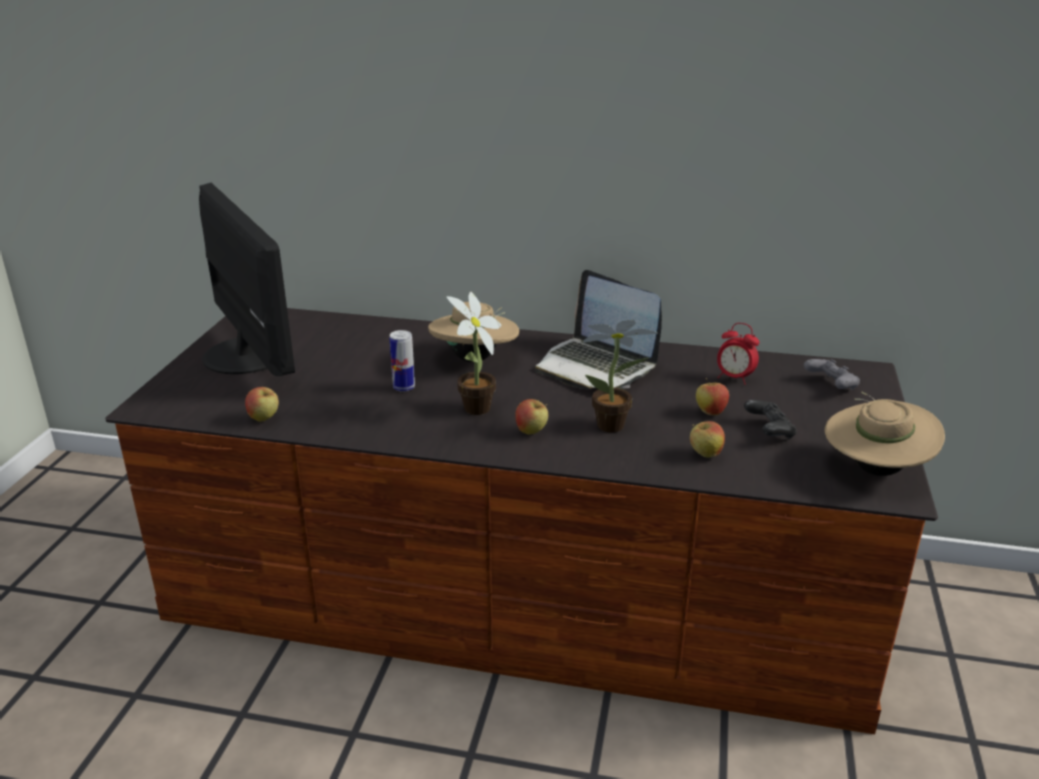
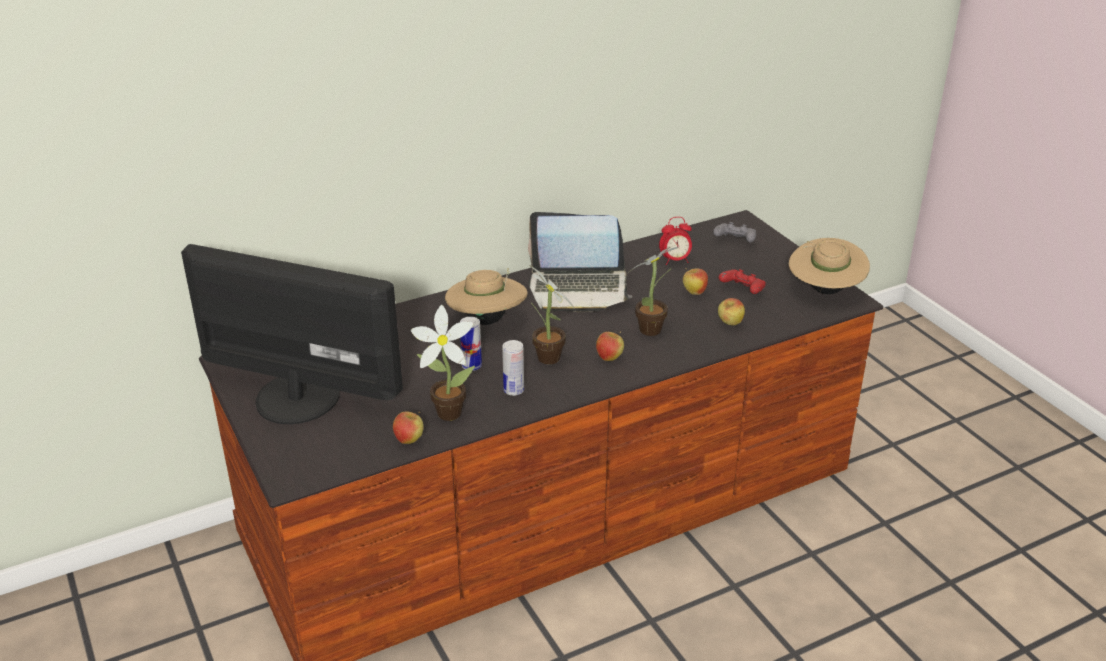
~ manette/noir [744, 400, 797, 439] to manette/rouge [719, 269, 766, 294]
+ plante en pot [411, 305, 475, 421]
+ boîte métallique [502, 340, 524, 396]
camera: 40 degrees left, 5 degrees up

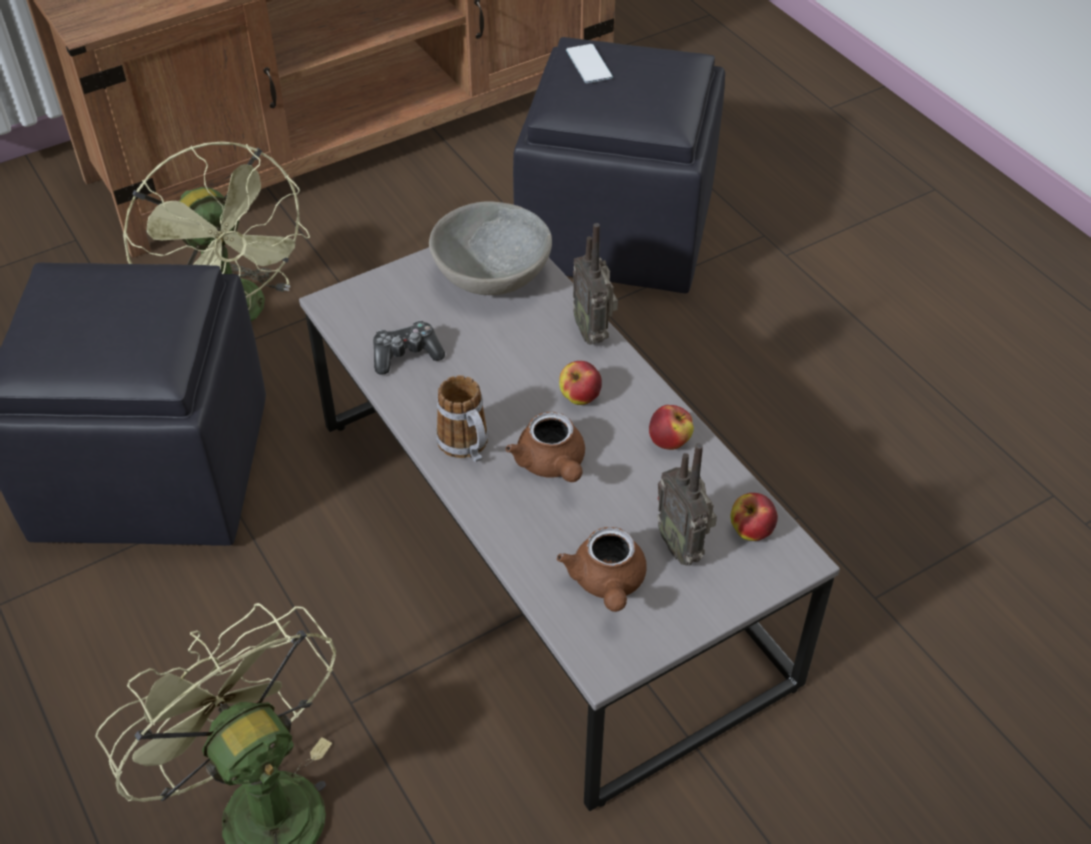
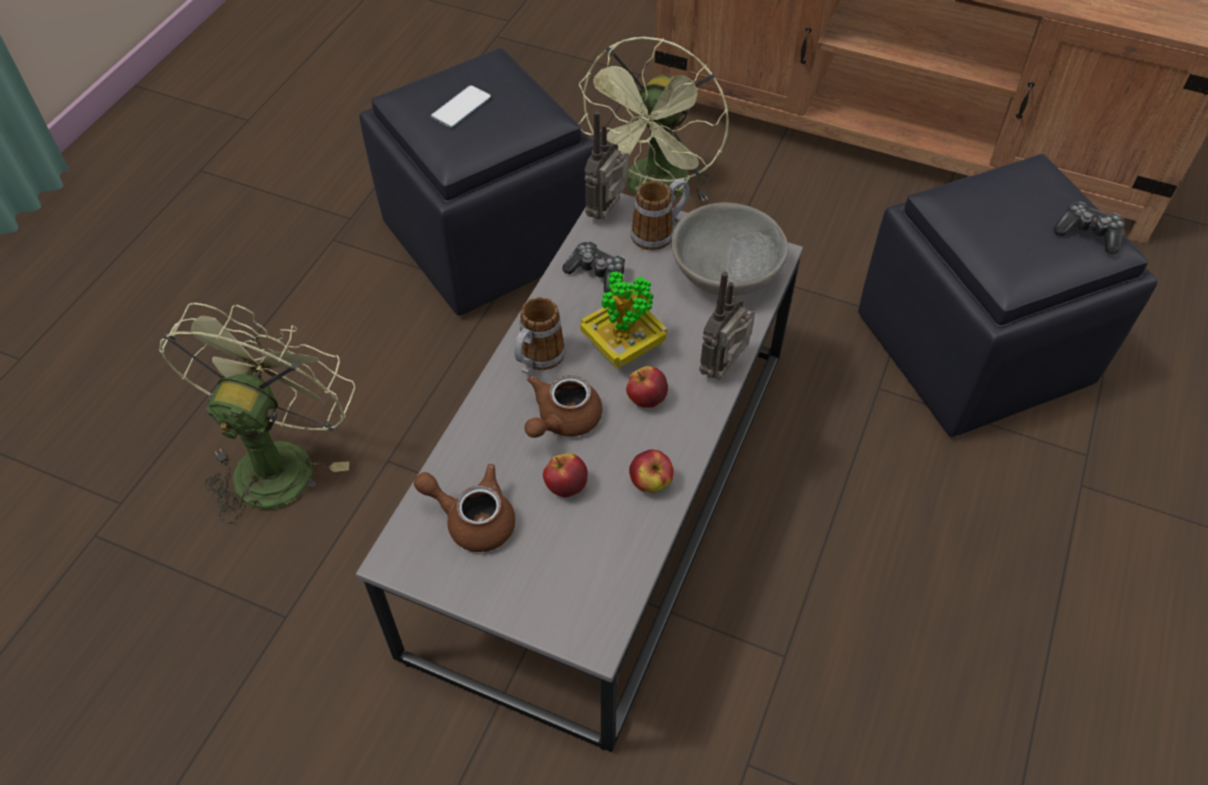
~ théière/marron [557, 527, 647, 612] = [414, 464, 515, 552] 60 degrees clockwise
~ téléphone [566, 44, 613, 83] to [430, 85, 491, 128]
~ radio [657, 443, 717, 566] to [585, 111, 629, 220]
~ pomme [731, 493, 778, 541] to [543, 453, 588, 497]
+ plante en pot [580, 271, 667, 369]
+ mug [630, 179, 690, 250]
+ manette [1054, 202, 1125, 254]
camera: 55 degrees right, 5 degrees up

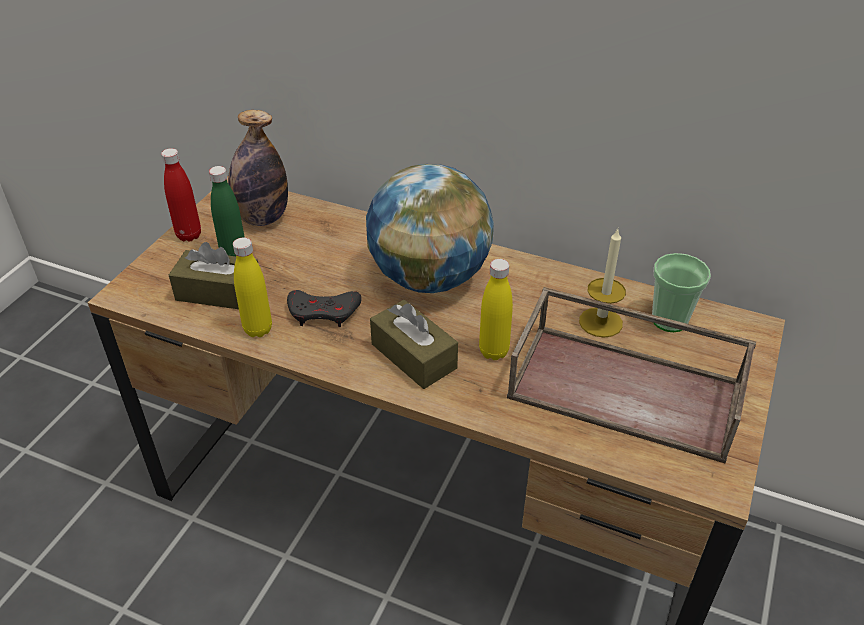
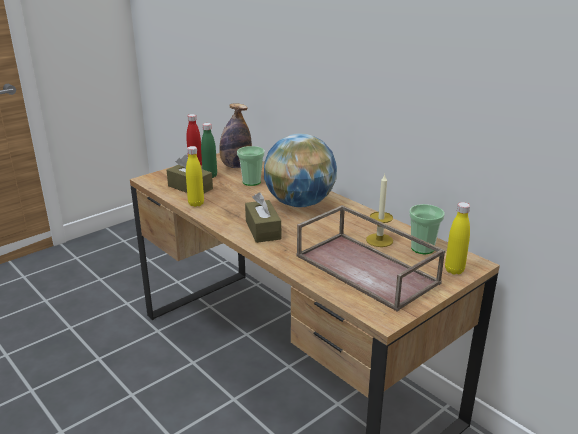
- manette/gris [287, 290, 362, 327]
~ bouteille/jaune [479, 259, 513, 360] to [445, 202, 470, 275]
+ tasse [237, 146, 265, 186]
camera: 25 degrees right, 15 degrees down

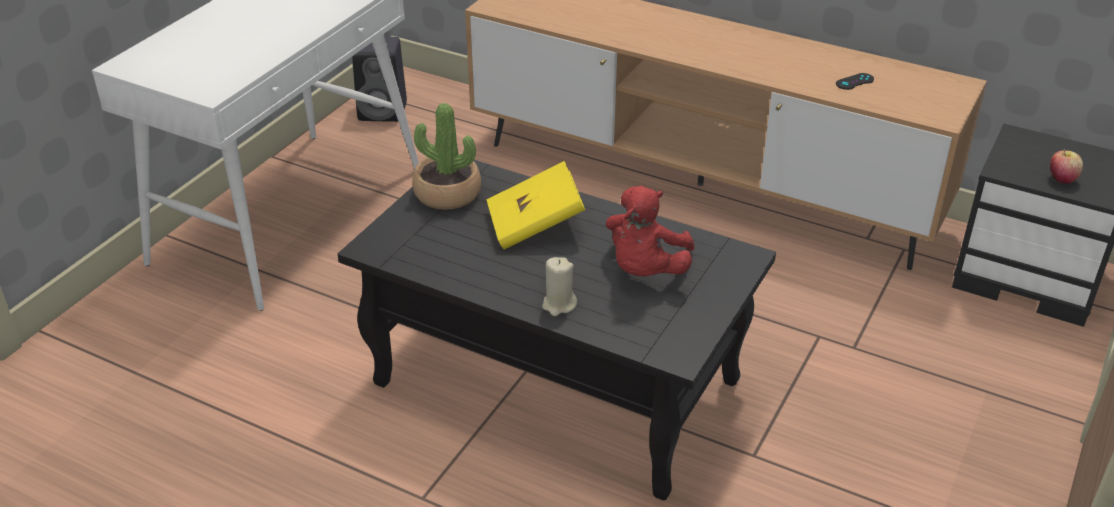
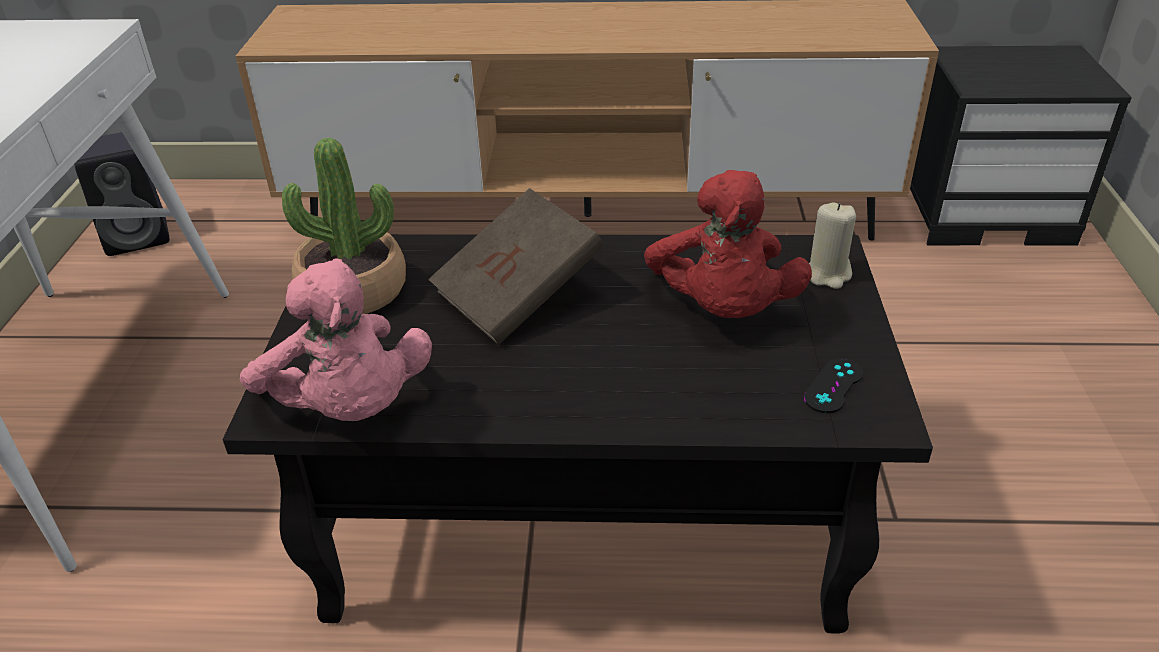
~ livre/jaune [487, 161, 585, 250] to livre/marron [428, 188, 604, 345]
~ bougie/beige [542, 257, 577, 316] to [809, 203, 856, 289]
~ manette/noir [836, 73, 874, 90] to [804, 358, 864, 413]
- pomme [1050, 149, 1083, 184]
+ peluche/rose [240, 258, 432, 421]
camera: 25 degrees left, 0 degrees up

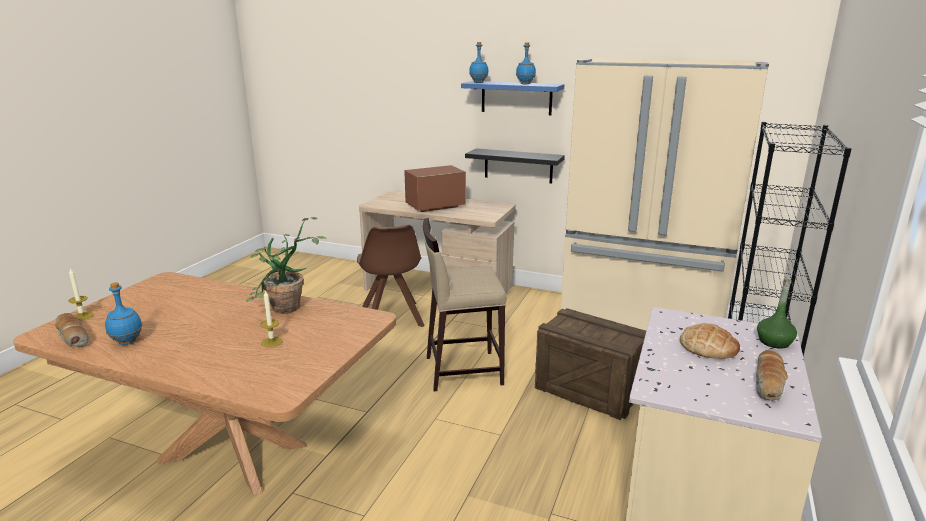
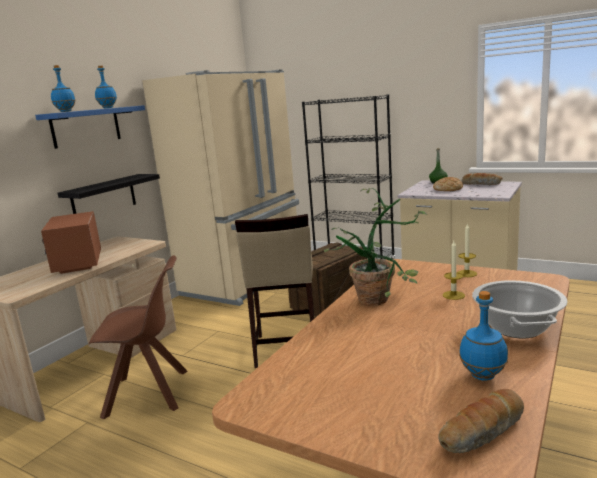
~ bougie [68, 268, 93, 321] to [457, 223, 477, 277]
+ marmite [472, 280, 568, 338]
camera: 80 degrees left, 5 degrees down

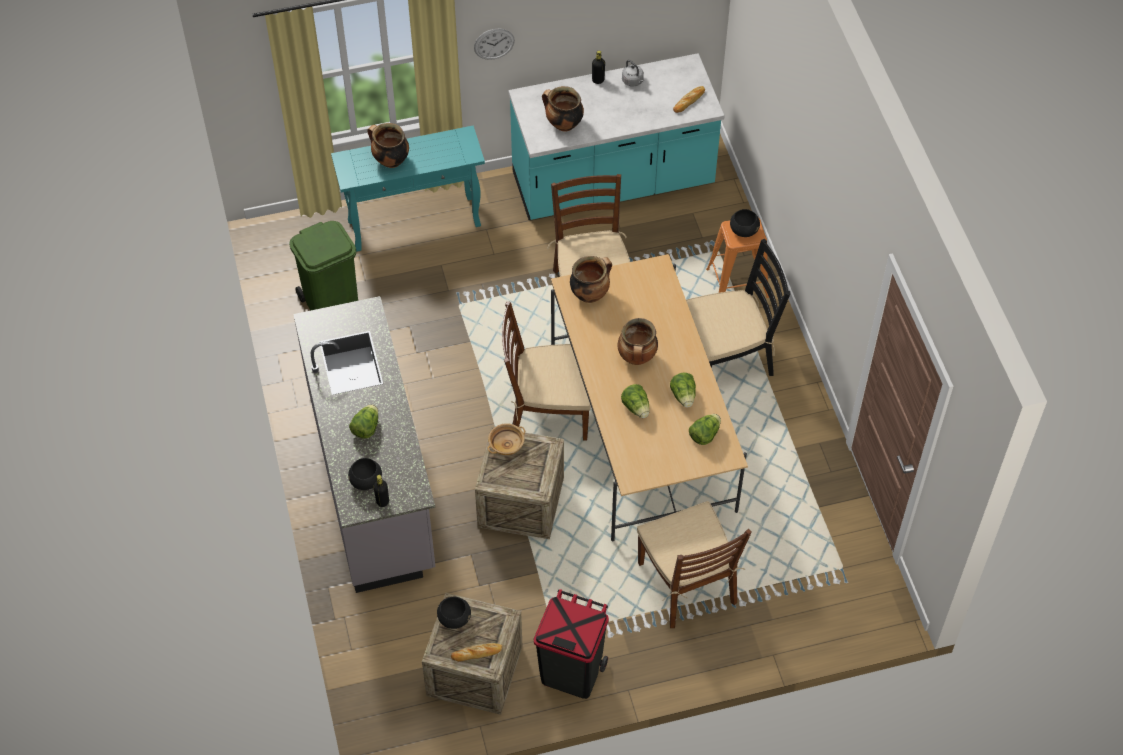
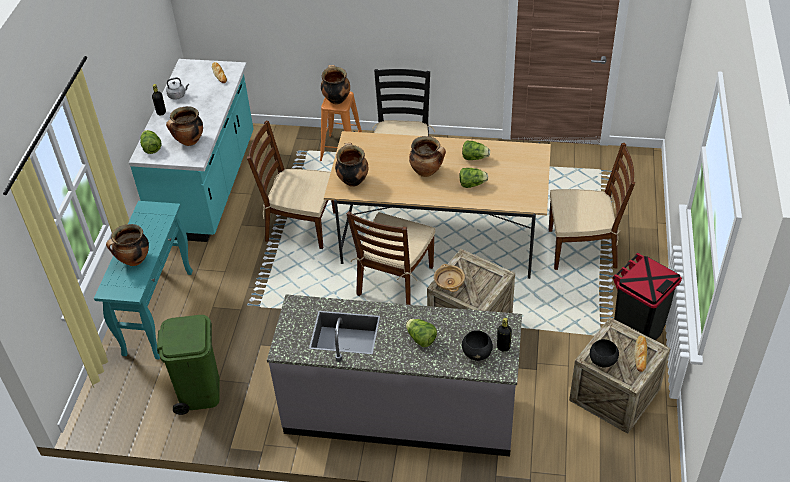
- horloge murale [474, 29, 515, 60]
~ laitue [689, 414, 721, 445] to [140, 130, 161, 154]
~ bol/noir [730, 209, 760, 237] to marmite [321, 65, 350, 104]
camera: 65 degrees left, 10 degrees down

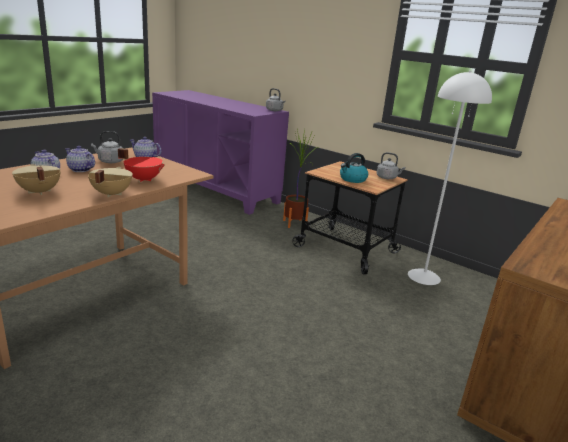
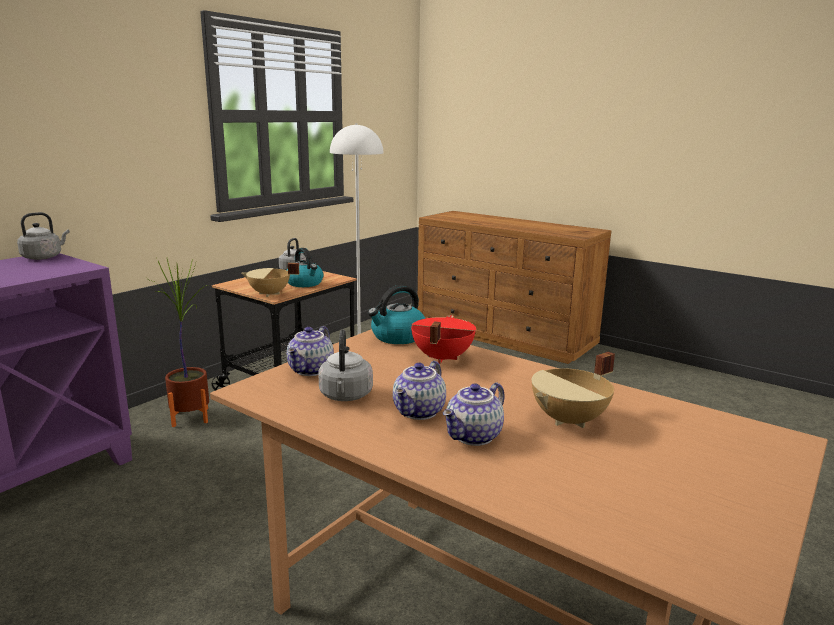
~ marmite/beige [88, 167, 133, 198] to [242, 263, 300, 297]
+ bouilloire [368, 285, 426, 344]
camera: 90 degrees left, 5 degrees down

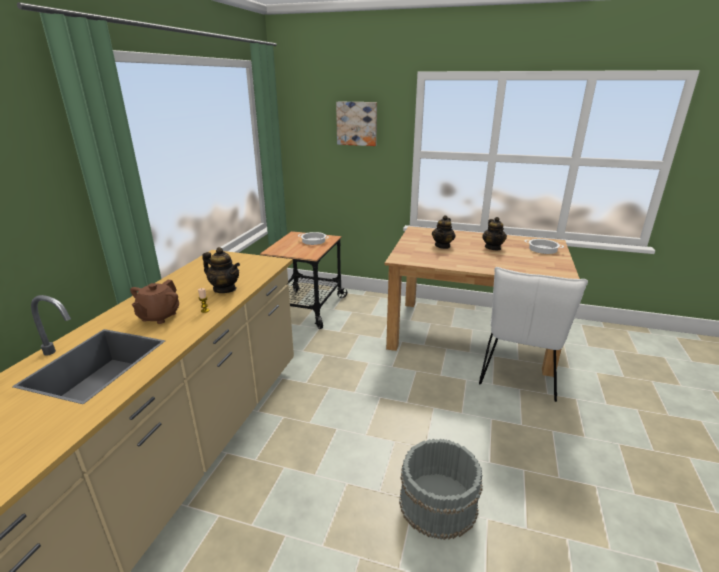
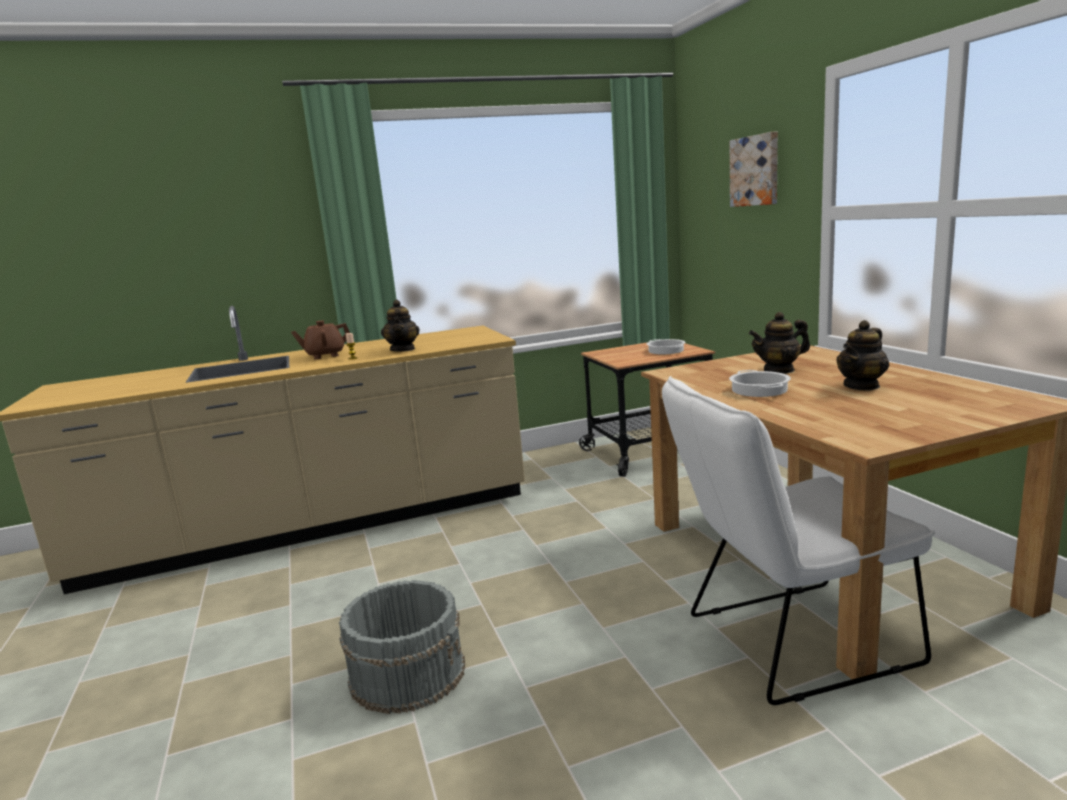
~ marmite [525, 239, 564, 254] to [729, 370, 791, 397]
camera: 55 degrees right, 10 degrees down

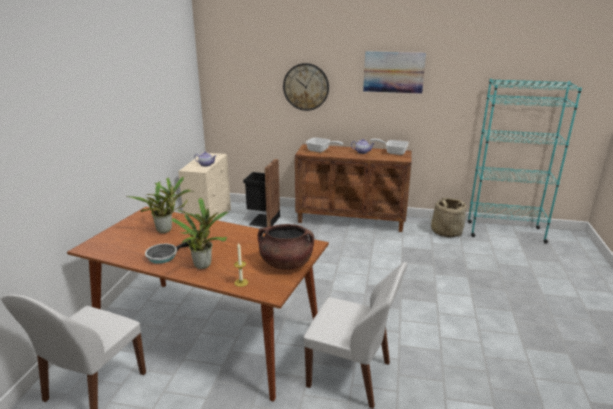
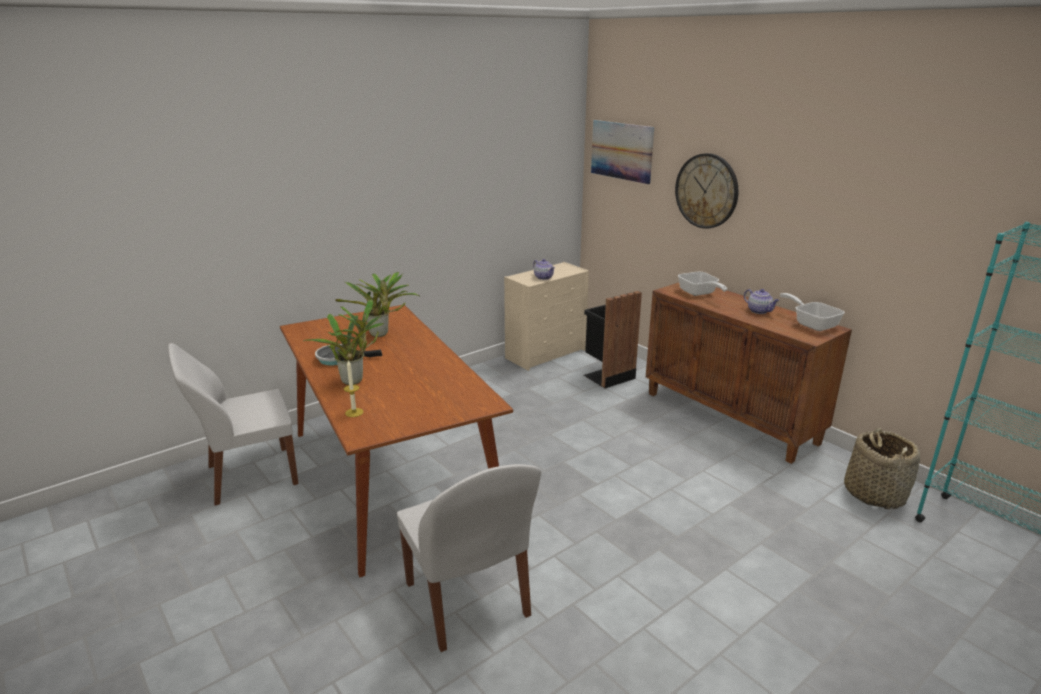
- marmite/marron [258, 224, 314, 270]
~ tableau [363, 51, 426, 94] to [591, 120, 654, 184]
camera: 40 degrees right, 0 degrees up

